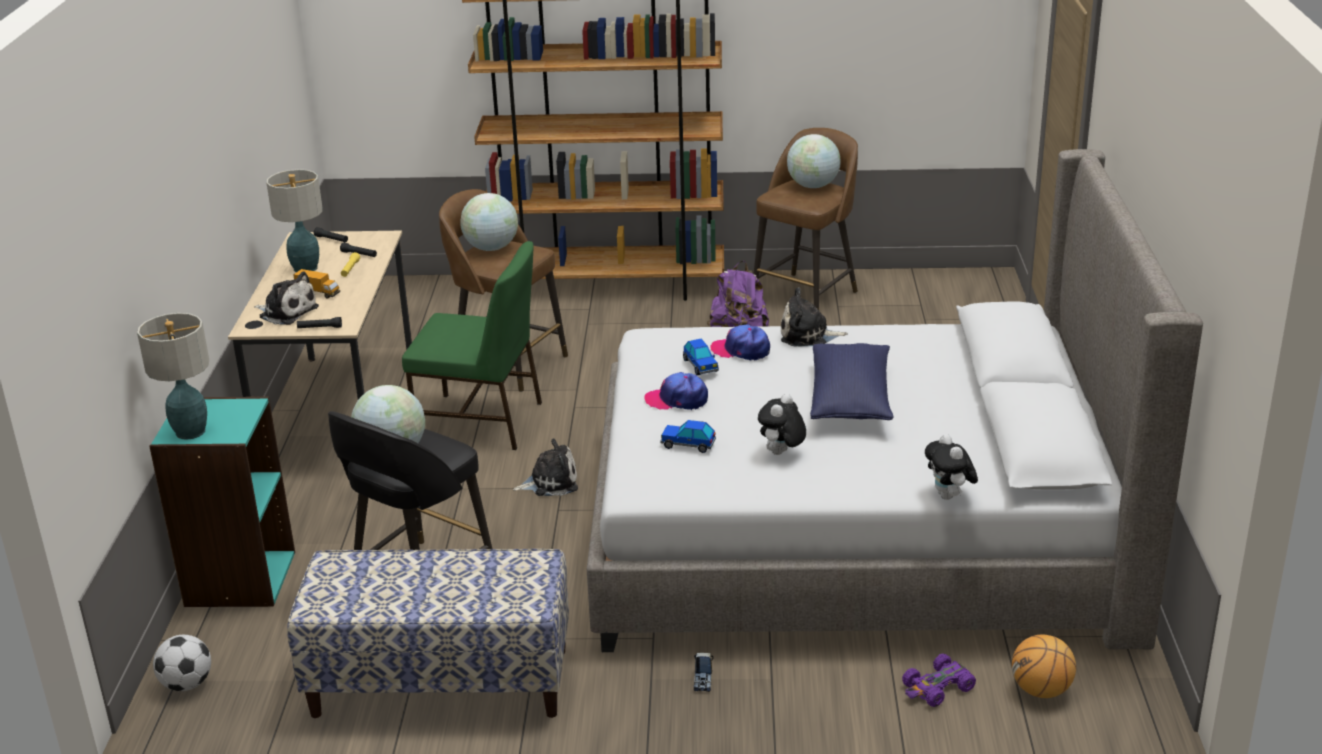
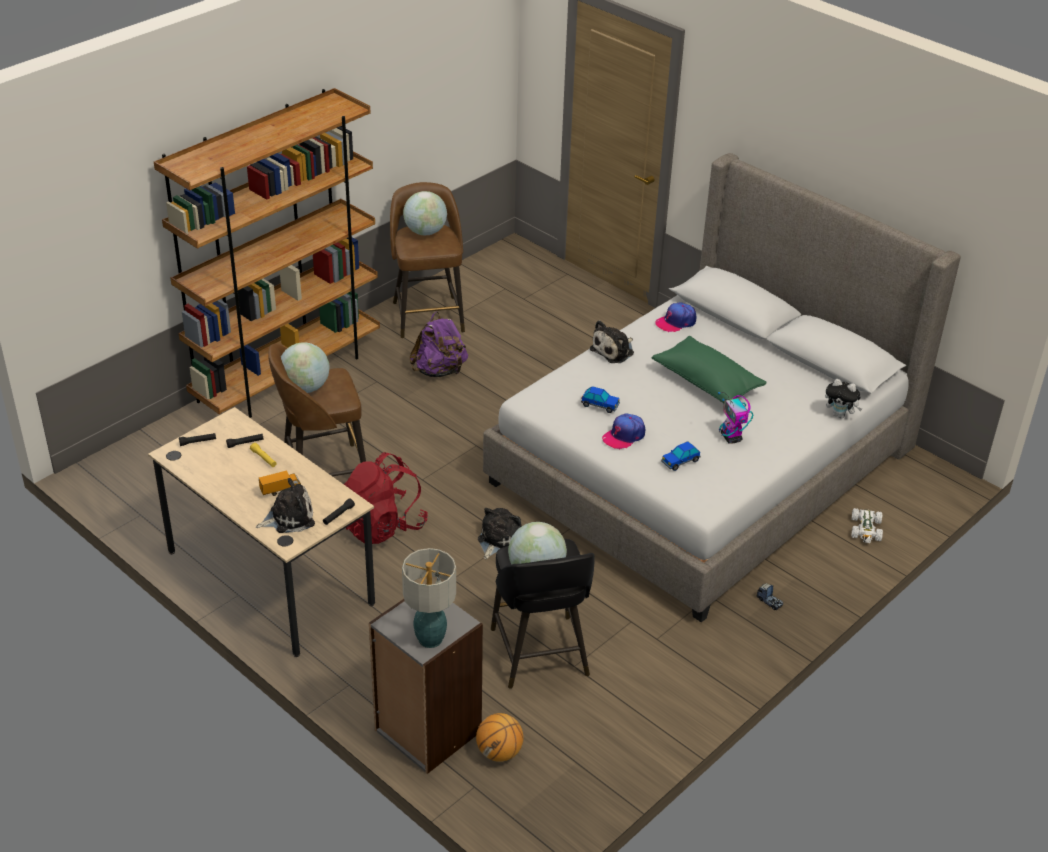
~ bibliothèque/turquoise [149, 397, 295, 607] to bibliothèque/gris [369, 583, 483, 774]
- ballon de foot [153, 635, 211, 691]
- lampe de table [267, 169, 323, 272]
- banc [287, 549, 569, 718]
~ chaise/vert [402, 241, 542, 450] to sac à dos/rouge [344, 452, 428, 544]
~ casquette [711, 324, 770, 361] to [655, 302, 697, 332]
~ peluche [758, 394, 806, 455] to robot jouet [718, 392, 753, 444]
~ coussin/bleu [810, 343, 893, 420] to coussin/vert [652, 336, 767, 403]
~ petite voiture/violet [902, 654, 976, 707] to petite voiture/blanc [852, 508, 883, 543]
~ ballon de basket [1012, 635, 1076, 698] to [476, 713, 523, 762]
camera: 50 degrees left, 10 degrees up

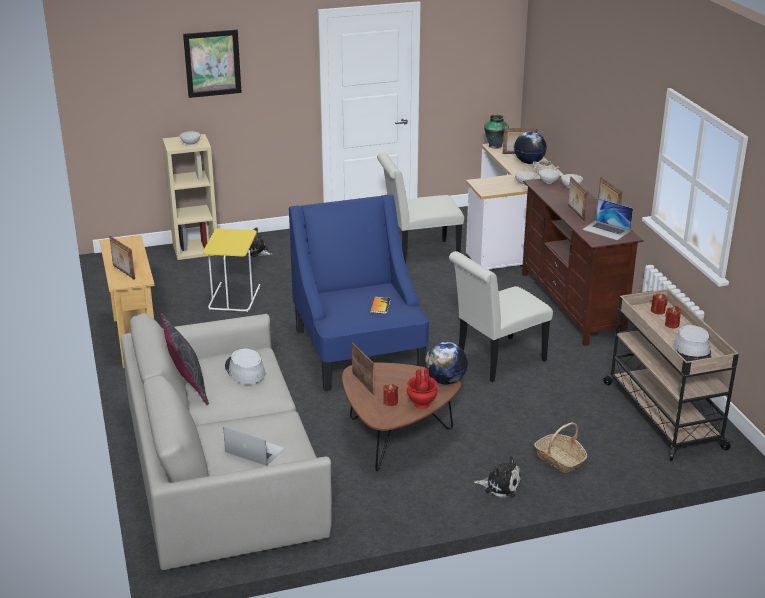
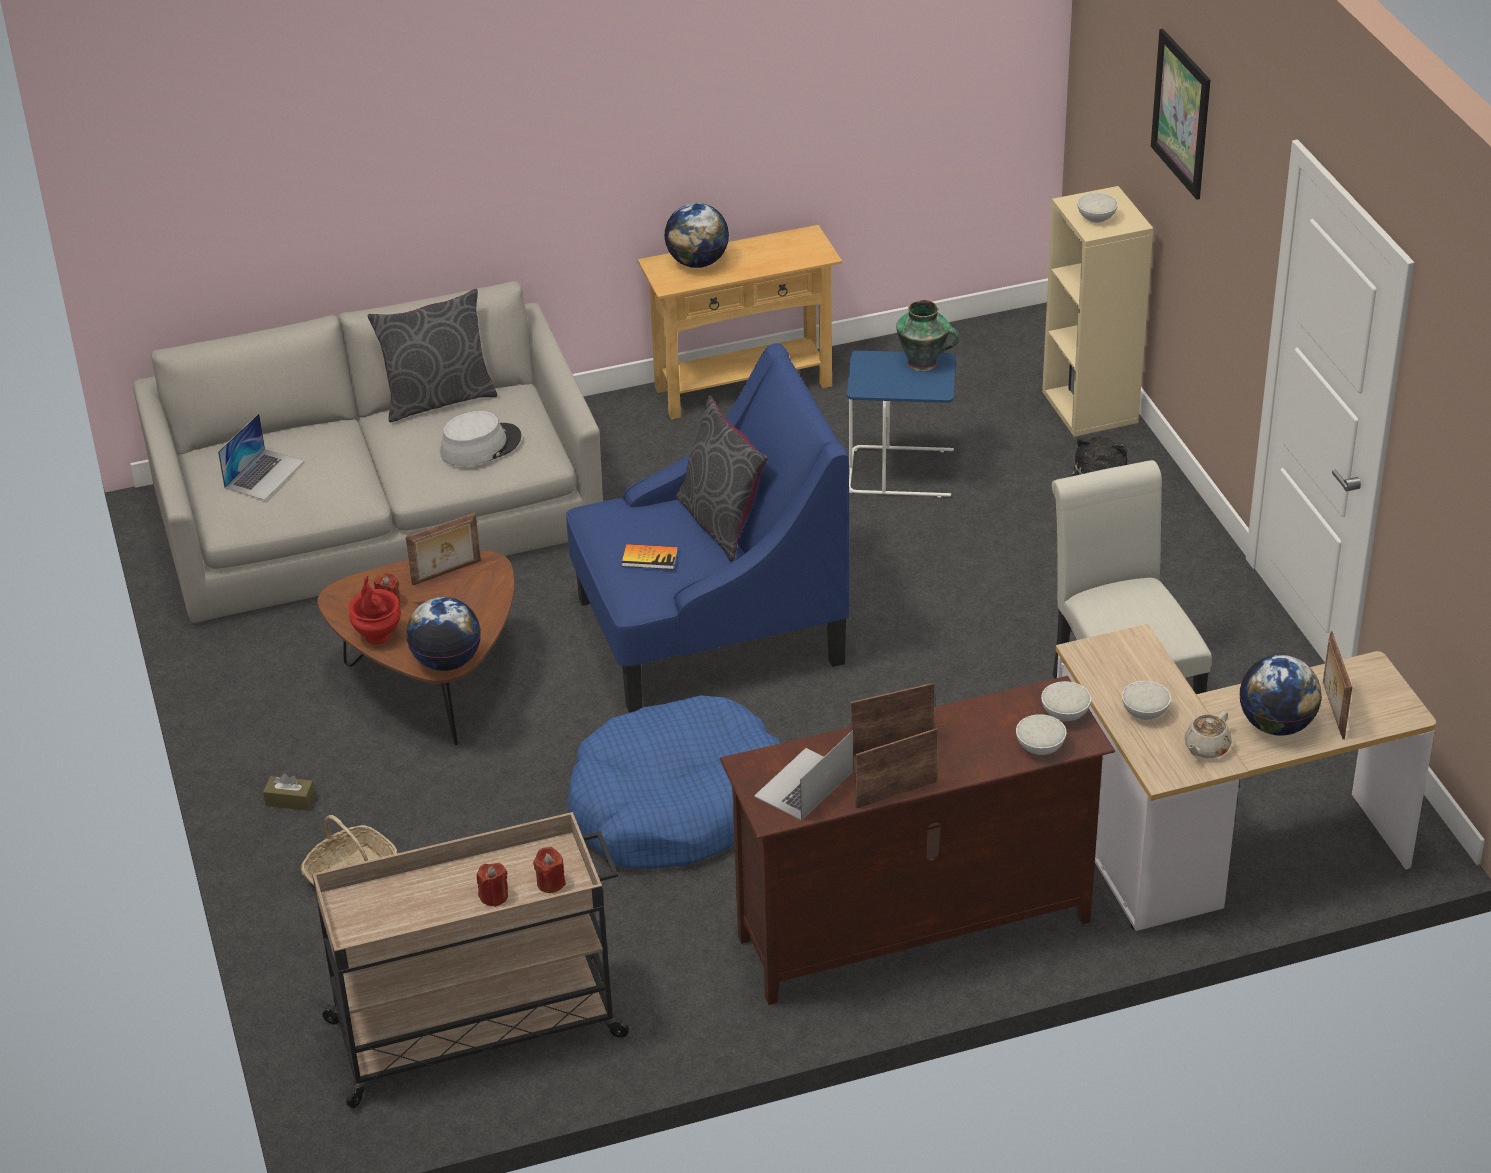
~ cadre photo [109, 236, 135, 280] to globe [664, 203, 729, 268]
~ table d'appoint/jaune [203, 228, 260, 312] to table d'appoint/bleu [847, 351, 956, 498]
~ chaise/blanc [449, 251, 553, 382] to panier pour chien/bleu [568, 695, 781, 869]
~ peluche [474, 456, 521, 498] to boîte à mouchoirs/marron [263, 773, 315, 811]
~ vase [484, 114, 509, 149] to [896, 300, 960, 371]
- chapeau/gris [673, 325, 712, 362]
+ coussin/gris [676, 395, 768, 562]
camera: 90 degrees right, 10 degrees up

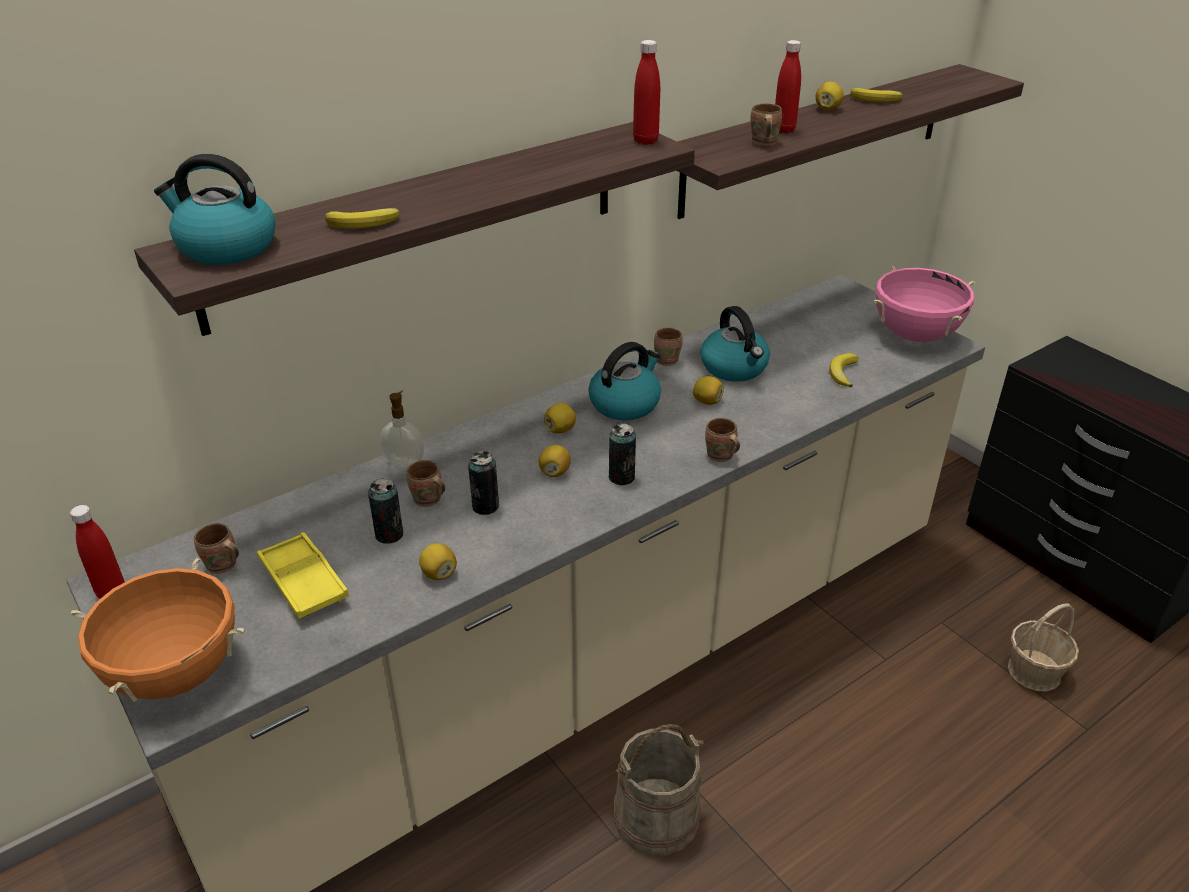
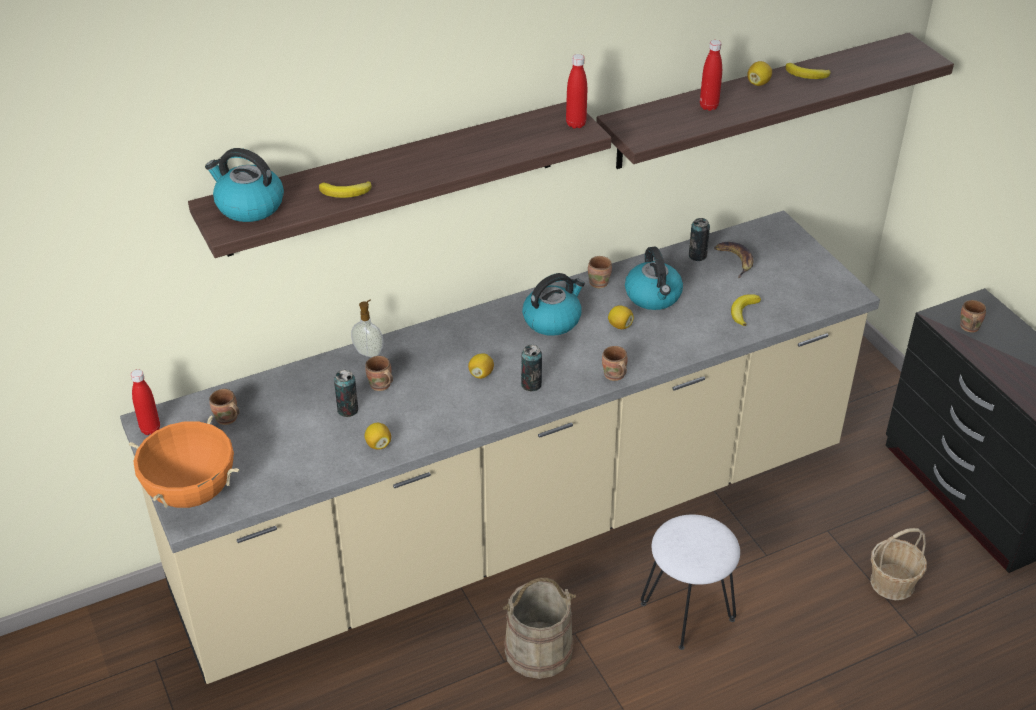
- plateau/jaune [257, 532, 349, 619]
~ boîte métallique [468, 451, 500, 515] to [689, 218, 710, 261]
- citron [544, 403, 576, 434]
~ mug/marron [750, 103, 782, 146] to [960, 300, 986, 332]
- marmite/rose [873, 266, 975, 342]
+ tabouret/blanc [641, 514, 740, 650]
+ banane [714, 242, 753, 278]
camera: 10 degrees right, 5 degrees up

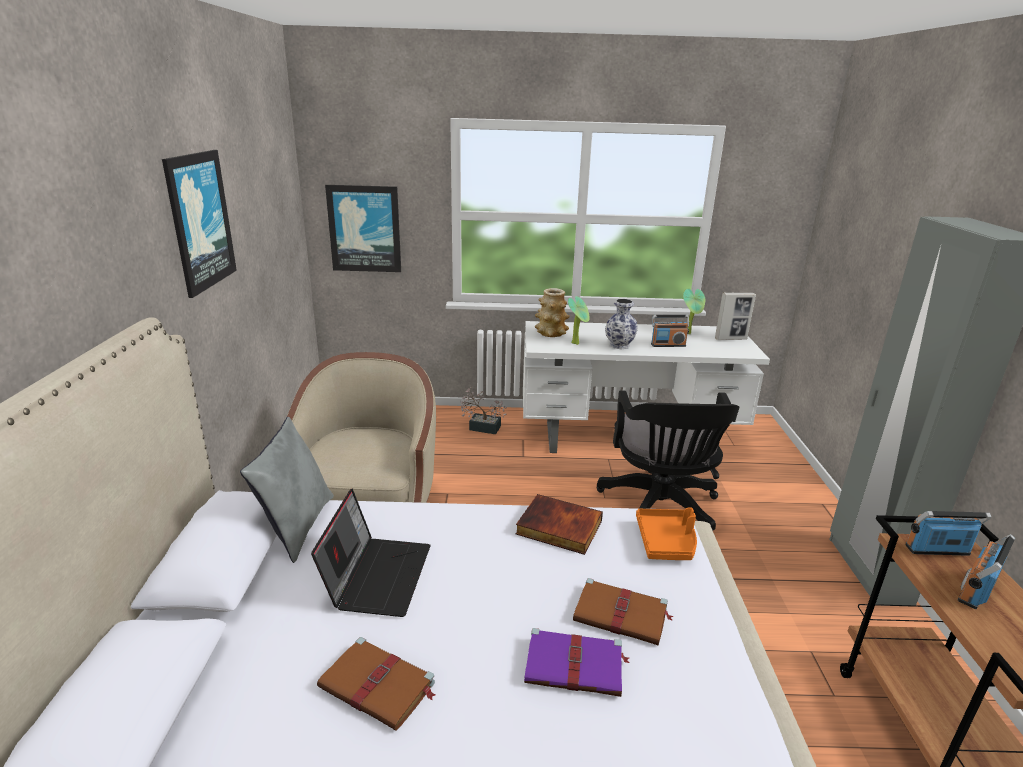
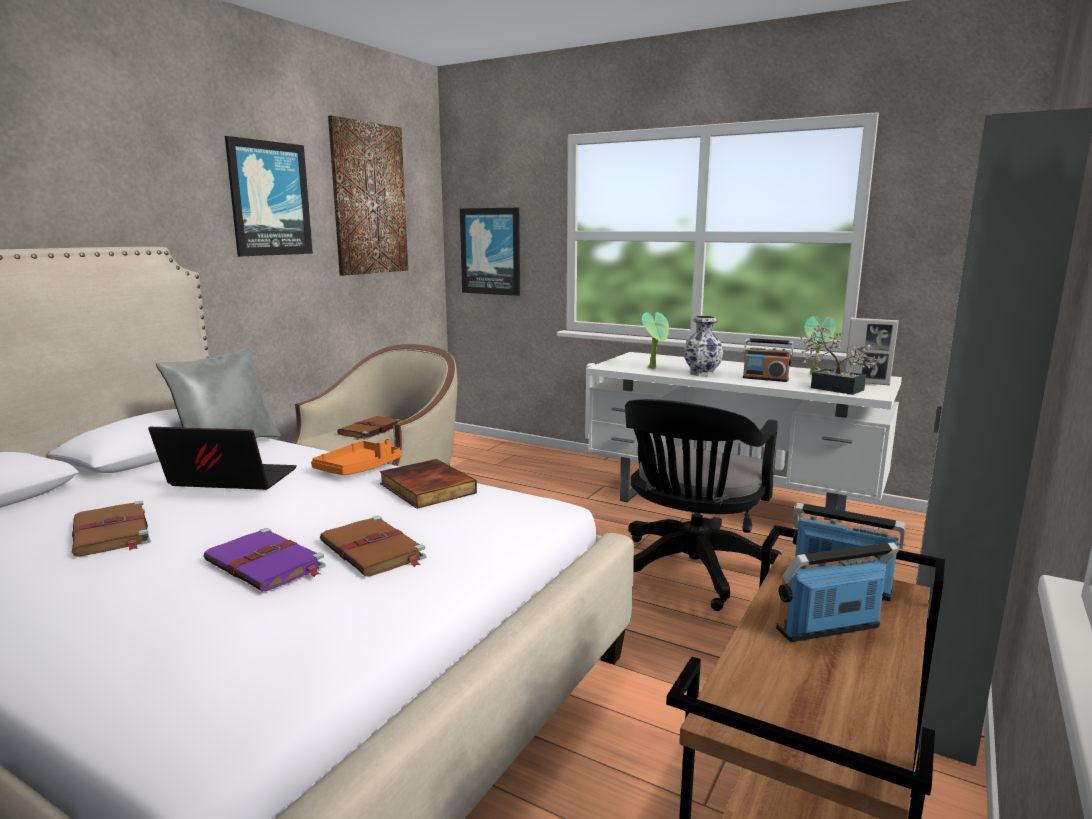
~ ordinateur portable [311, 489, 431, 617] = [148, 427, 297, 490] 120 degrees counterclockwise
~ plante en pot [461, 387, 506, 434] to [800, 325, 877, 395]
- vase [535, 288, 570, 337]
~ plateau/orange [636, 508, 697, 560] to [311, 439, 402, 475]
+ tableau [328, 115, 408, 276]
+ livre/marron [337, 416, 401, 440]
camera: 30 degrees right, 10 degrees down

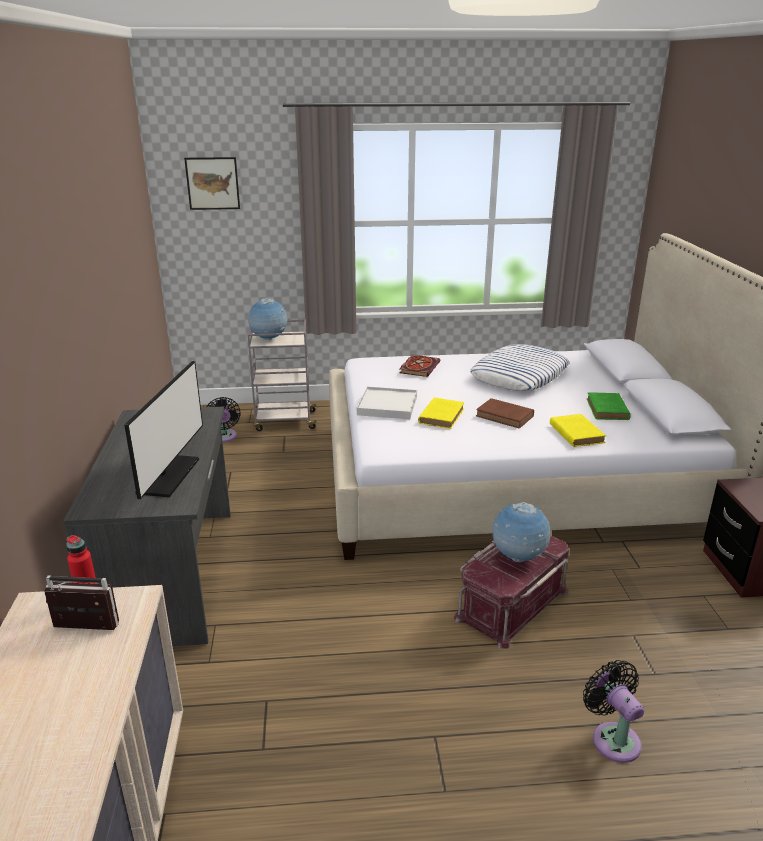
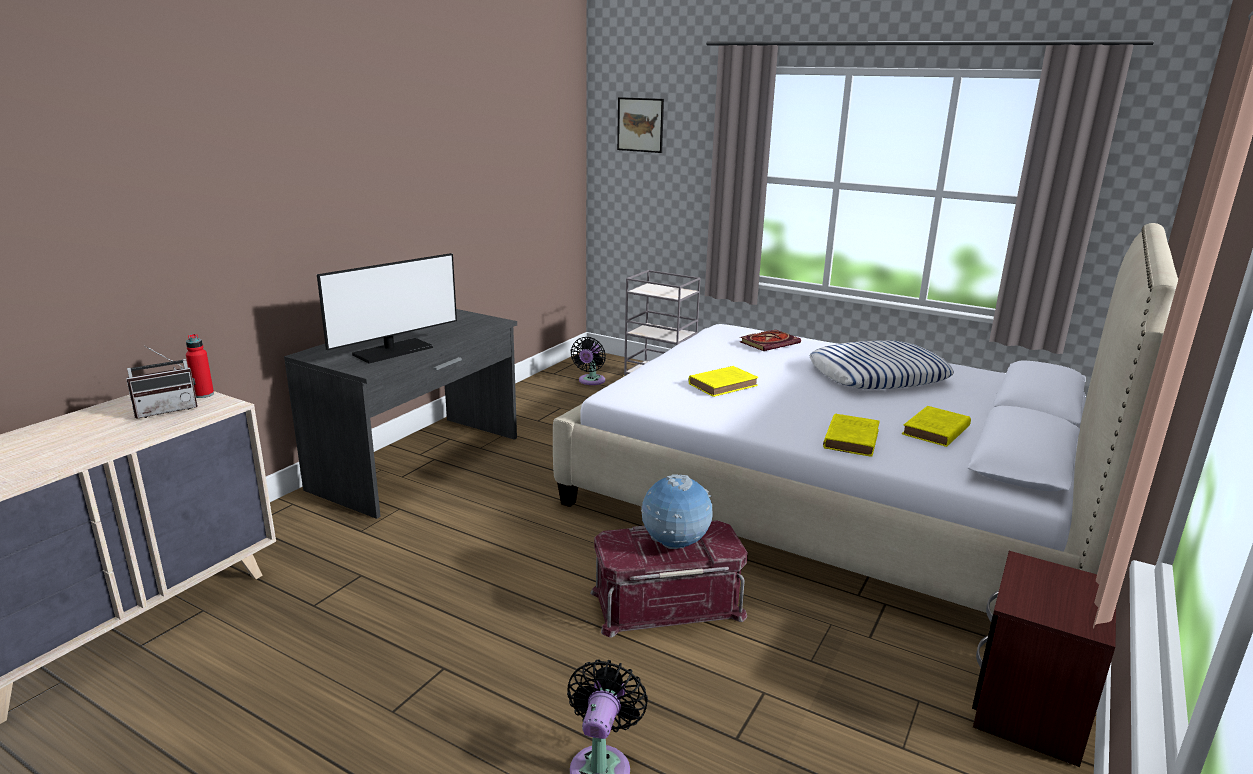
~ radio [44, 575, 119, 630] = [126, 346, 198, 419] 105 degrees clockwise
- globe [248, 298, 287, 340]
- plateau/blanc [357, 387, 417, 419]
- livre/marron [476, 398, 534, 429]
~ livre/vert [587, 392, 631, 420] to livre/jaune [902, 406, 971, 447]
camera: 35 degrees right, 5 degrees down

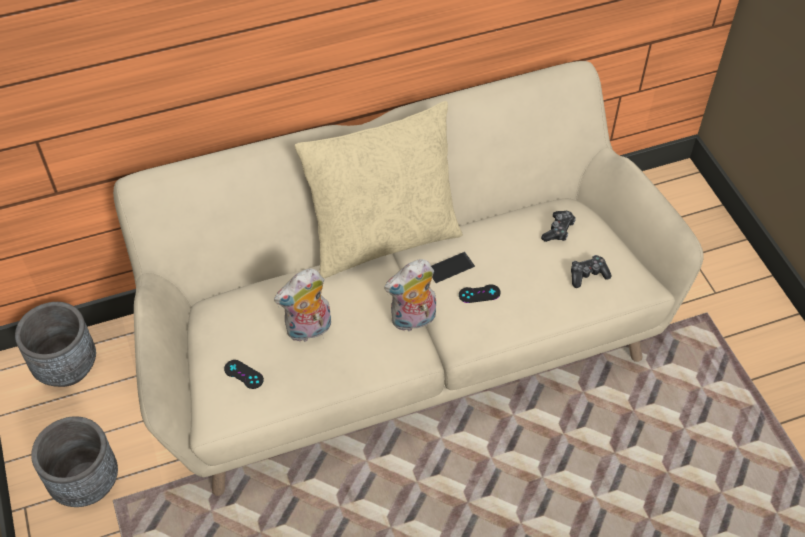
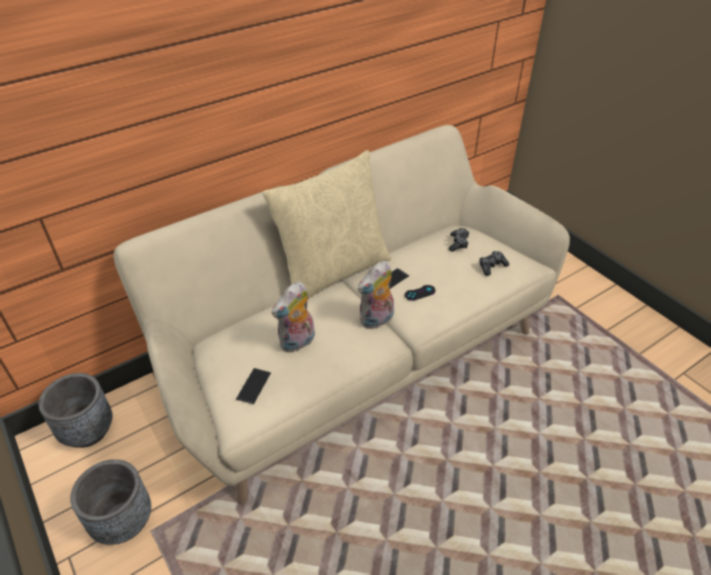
~ manette/noir [224, 360, 264, 389] to téléphone [236, 368, 271, 404]
camera: 15 degrees left, 10 degrees down

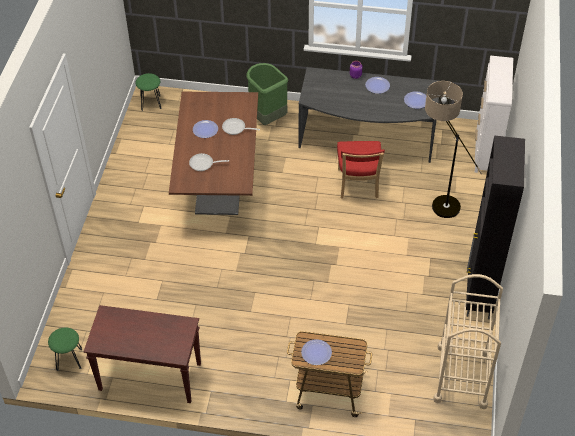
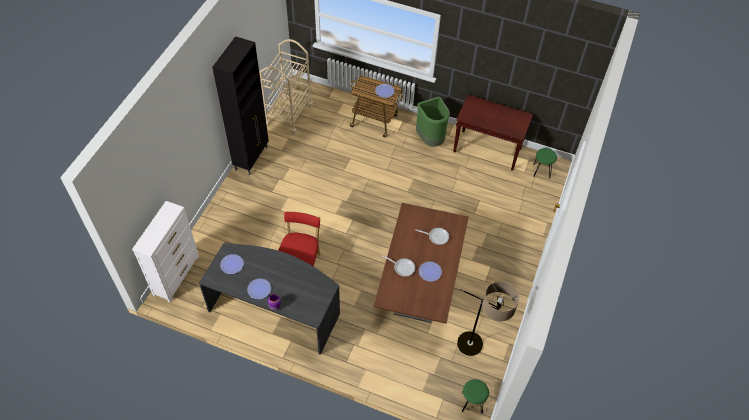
~ poubelle/vert [246, 63, 288, 125] to [416, 97, 450, 147]
~ lampadaire [425, 81, 482, 218] to [457, 281, 520, 356]
camera: 170 degrees left, 5 degrees up

